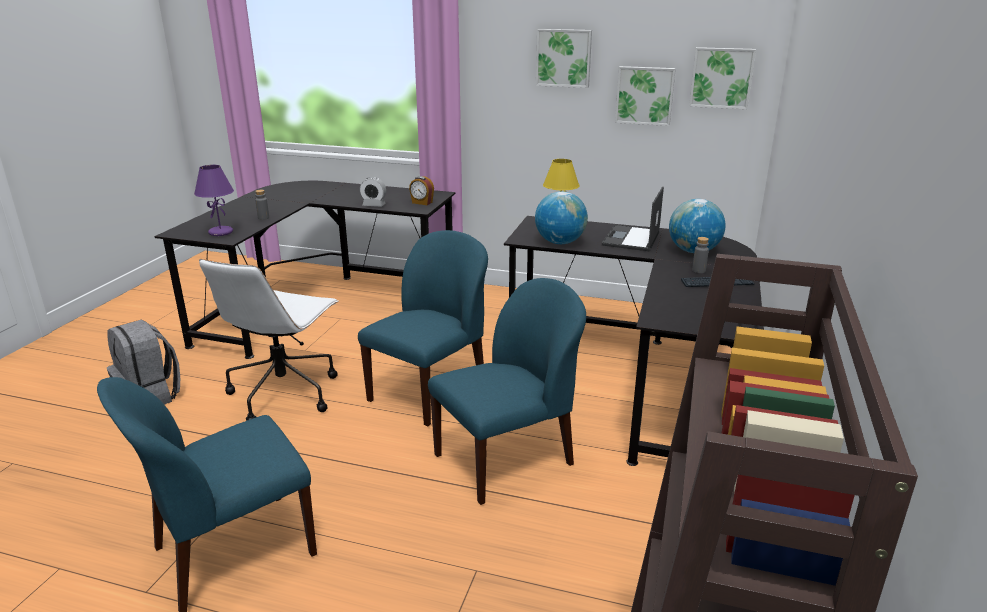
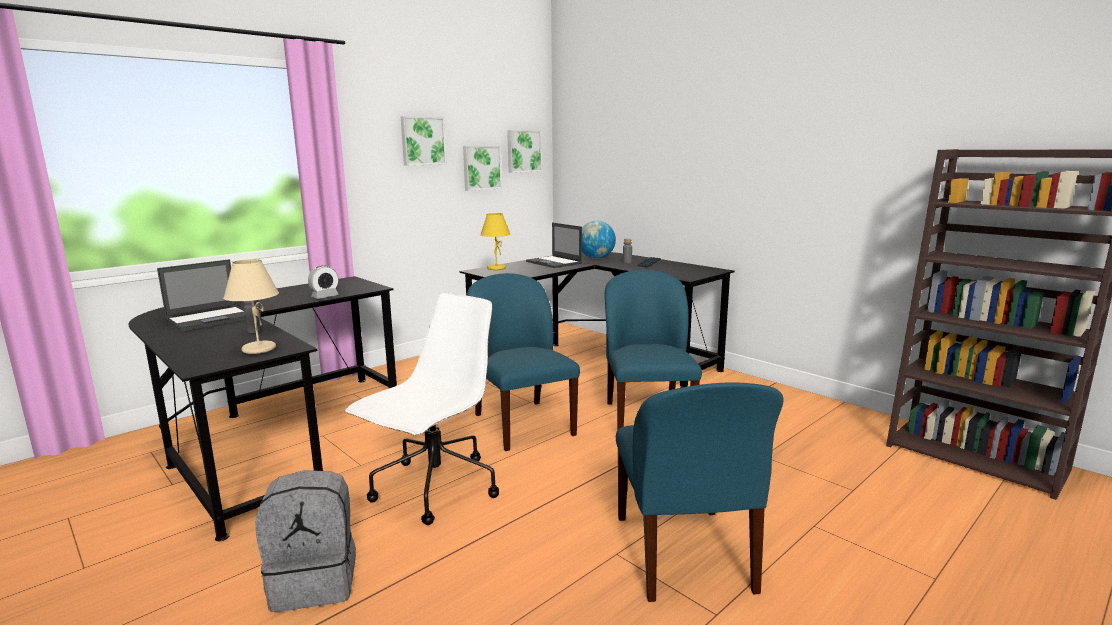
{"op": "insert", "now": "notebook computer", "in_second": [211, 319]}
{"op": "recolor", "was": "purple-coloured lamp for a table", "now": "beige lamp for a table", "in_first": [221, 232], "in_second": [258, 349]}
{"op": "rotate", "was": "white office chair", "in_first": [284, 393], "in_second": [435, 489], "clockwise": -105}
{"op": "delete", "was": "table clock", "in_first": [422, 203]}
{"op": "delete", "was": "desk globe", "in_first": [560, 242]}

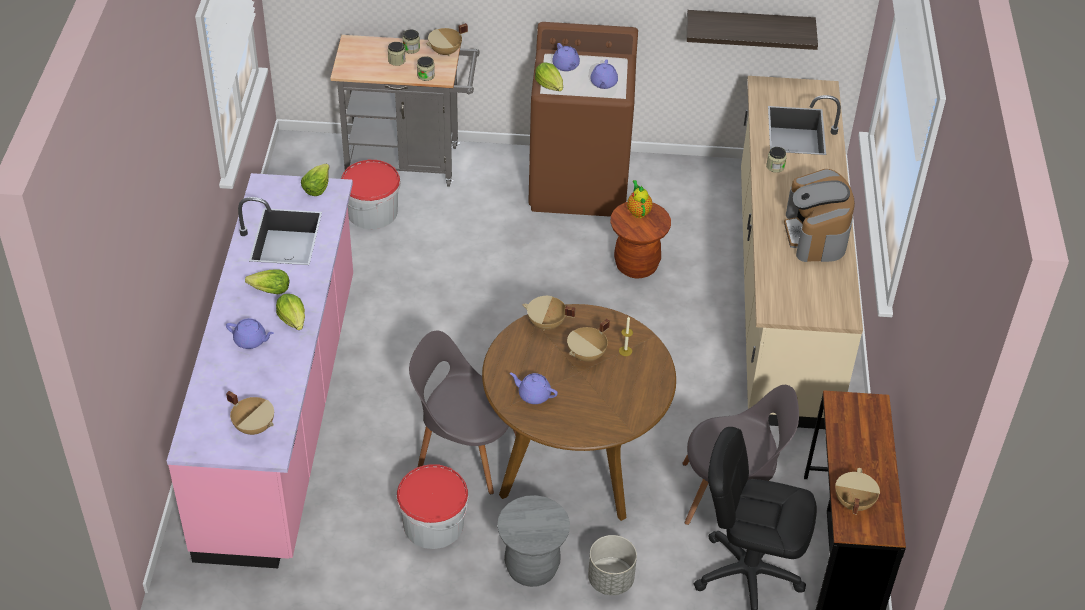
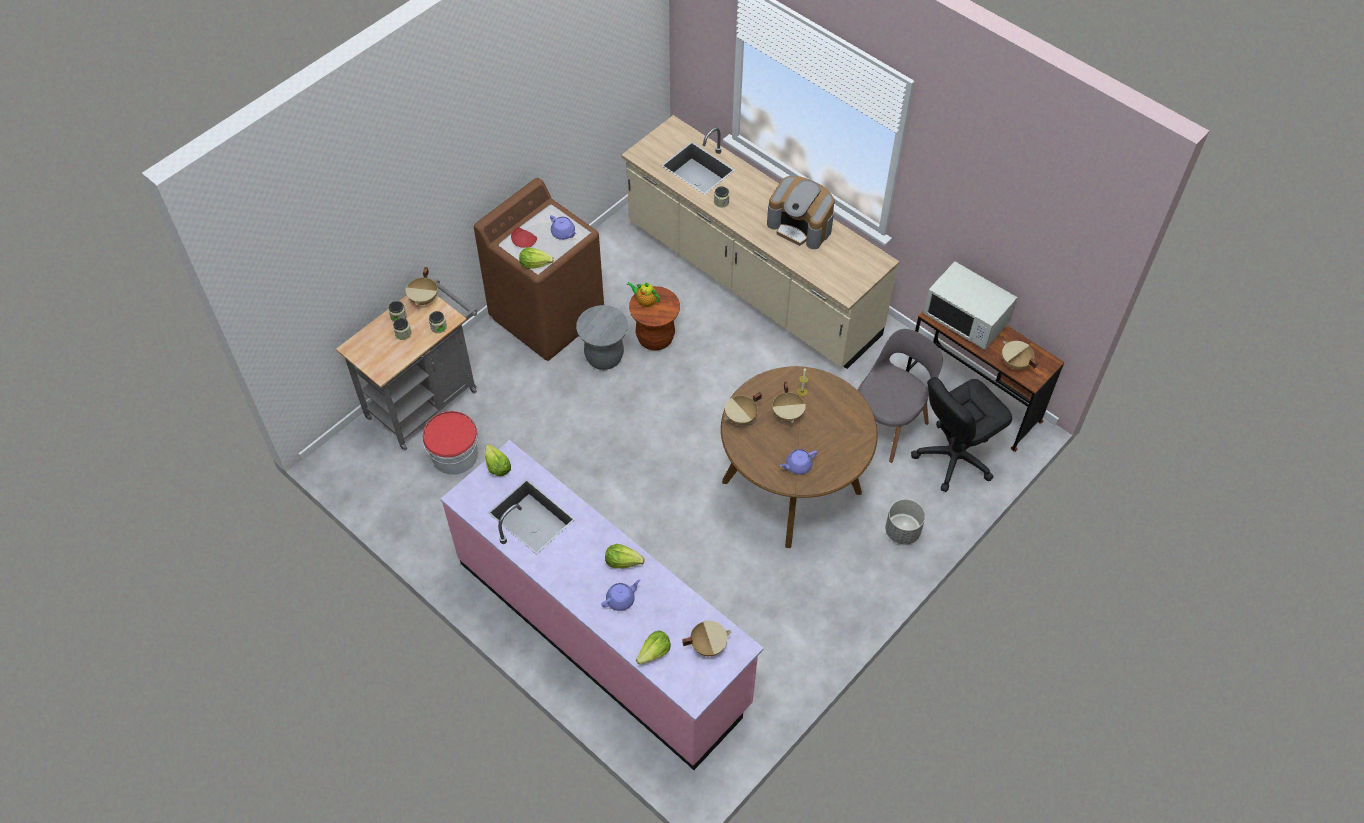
{"op": "replace", "was": "purple-coloured tea pot", "now": "reddish dinner plate", "in_first": [566, 66], "in_second": [524, 241]}
{"op": "move", "was": "gray stool", "in_first": [532, 568], "in_second": [604, 357]}
{"op": "move", "was": "lettuce", "in_first": [270, 290], "in_second": [654, 652]}
{"op": "insert", "now": "white kitchen microwave", "in_second": [966, 319]}
{"op": "delete", "was": "pail", "in_first": [433, 524]}
{"op": "delete", "was": "gray chair", "in_first": [465, 452]}
{"op": "delete", "was": "shelf", "in_first": [749, 28]}

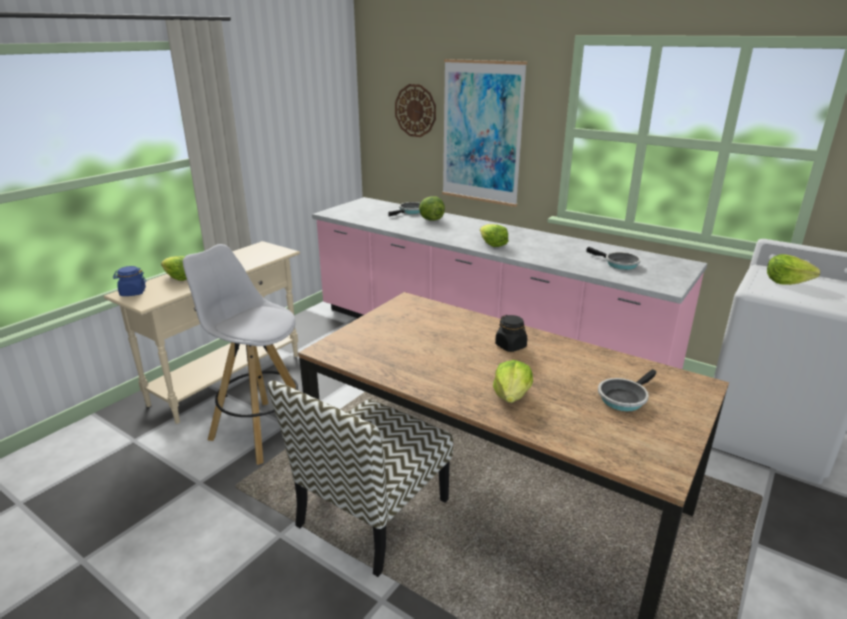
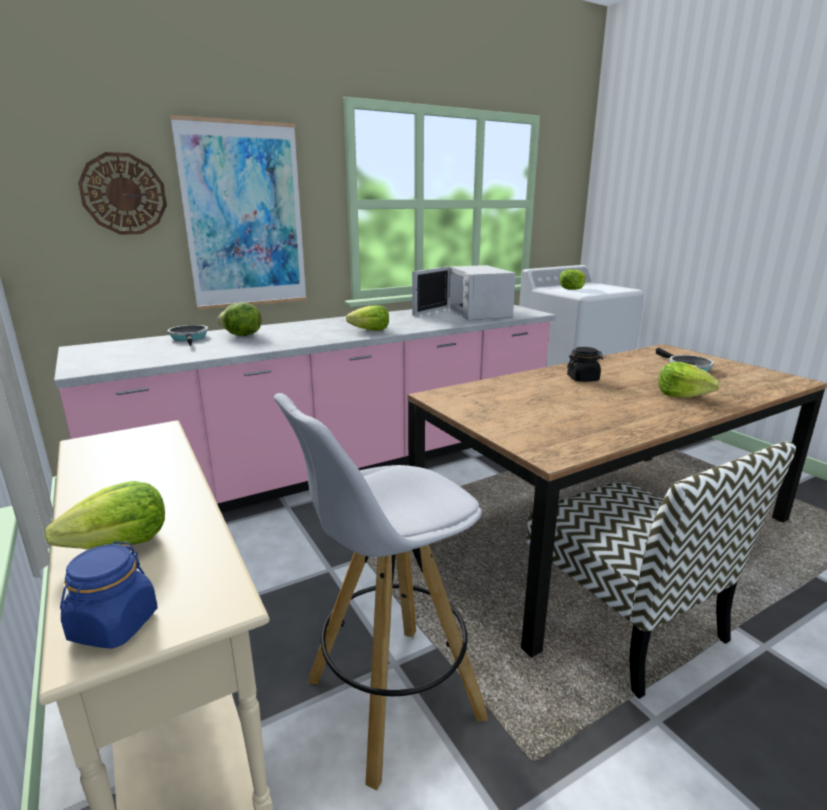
{"op": "replace", "was": "pan", "now": "white kitchen microwave", "in_first": [618, 264], "in_second": [473, 313]}

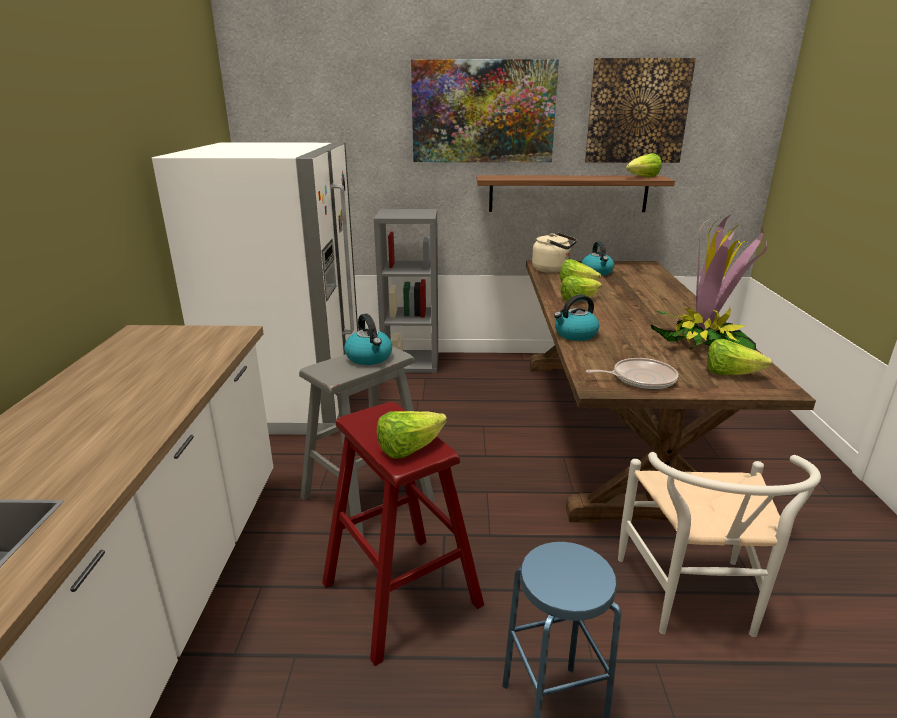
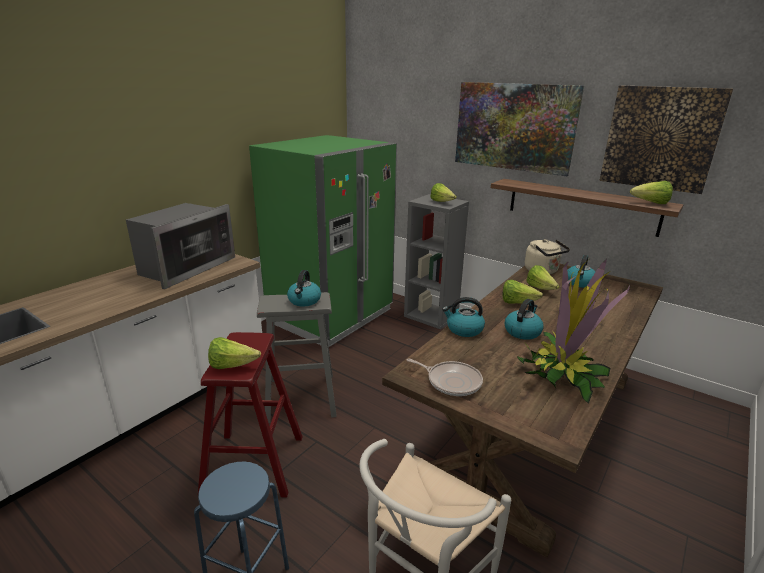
{"op": "insert", "now": "kitchen microwave", "in_second": [185, 267]}
{"op": "recolor", "was": "white kitchen fridge", "now": "green-coloured kitchen fridge", "in_first": [292, 399], "in_second": [331, 316]}
{"op": "move", "was": "lettuce", "in_first": [730, 374], "in_second": [442, 202]}
{"op": "insert", "now": "tea kettle", "in_second": [522, 331]}

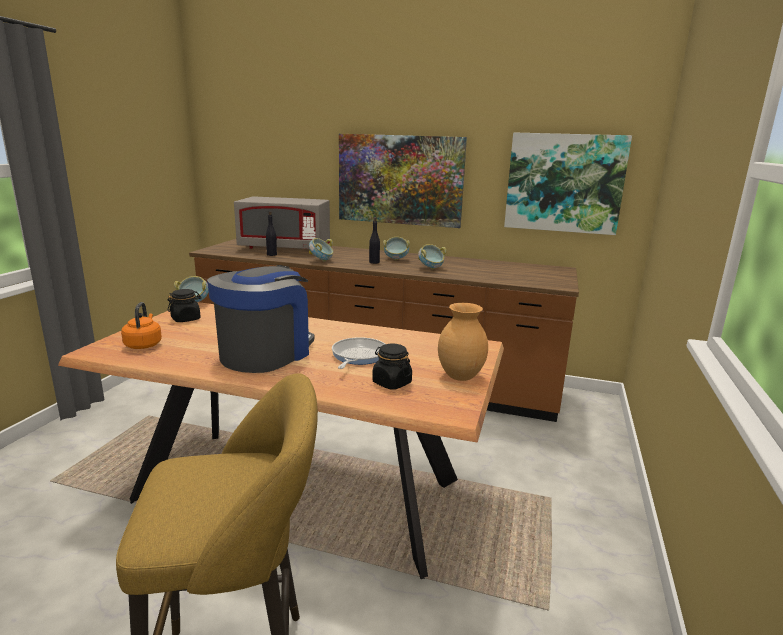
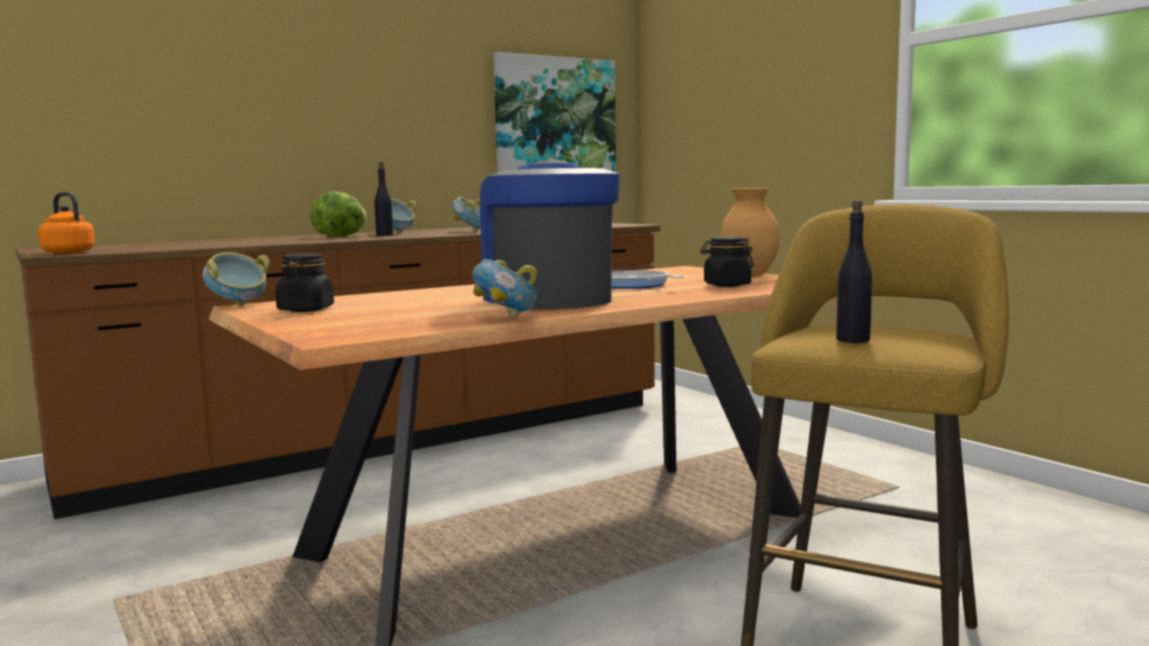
{"op": "move", "was": "orange tea kettle", "in_first": [144, 344], "in_second": [66, 252]}
{"op": "insert", "now": "lettuce", "in_second": [341, 236]}
{"op": "move", "was": "deep dish", "in_first": [321, 261], "in_second": [506, 318]}
{"op": "move", "was": "blackish drink bottle", "in_first": [272, 254], "in_second": [852, 340]}
{"op": "delete", "was": "gray kitchen microwave", "in_first": [285, 248]}
{"op": "delete", "was": "picture", "in_first": [400, 180]}

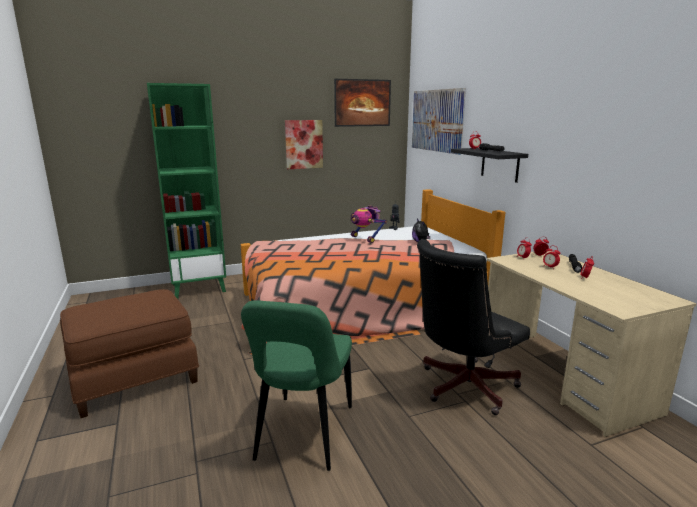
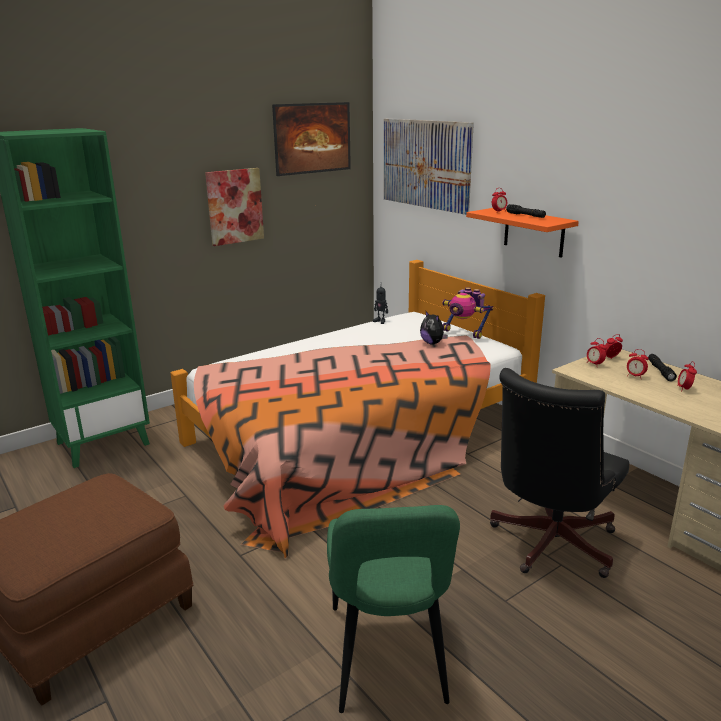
{"op": "move", "was": "robot figure", "in_first": [366, 238], "in_second": [464, 332]}
{"op": "recolor", "was": "blackish shelf", "now": "orange shelf", "in_first": [500, 164], "in_second": [534, 232]}

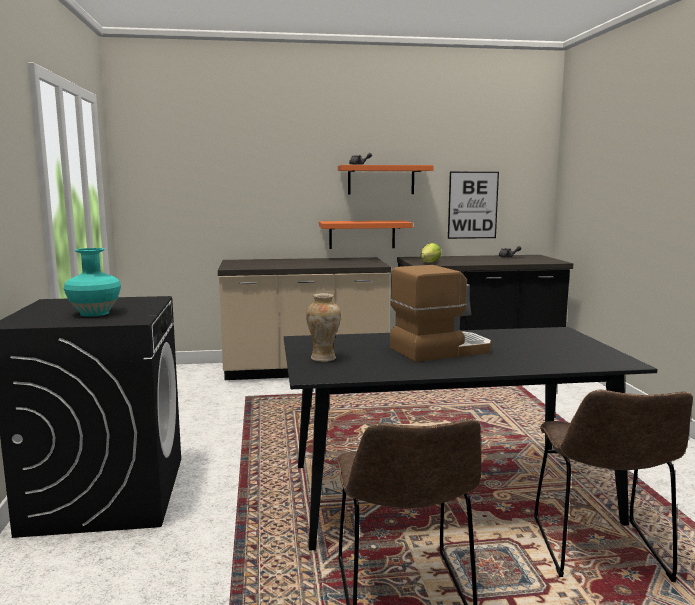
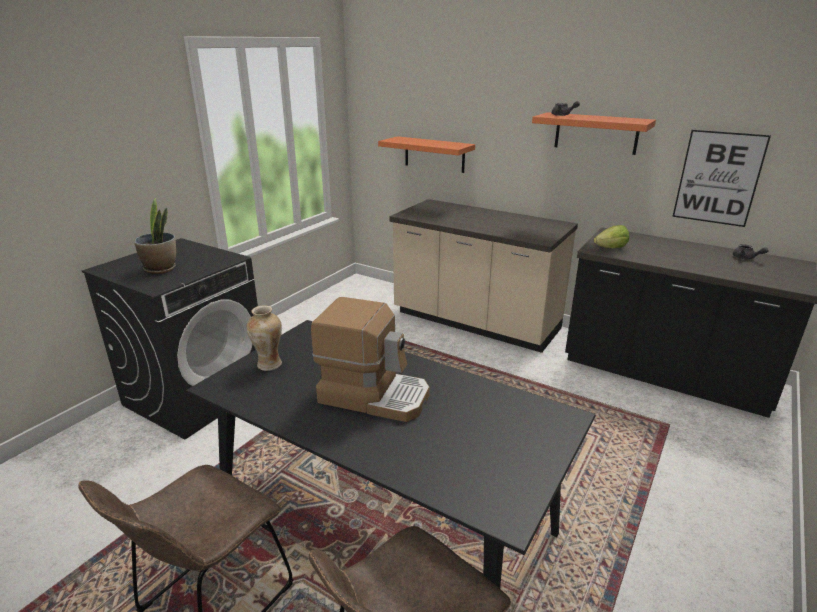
{"op": "replace", "was": "turquoise-coloured decorative vase", "now": "houseplant", "in_first": [94, 313], "in_second": [161, 269]}
{"op": "move", "was": "orange shelf", "in_first": [362, 234], "in_second": [434, 154]}

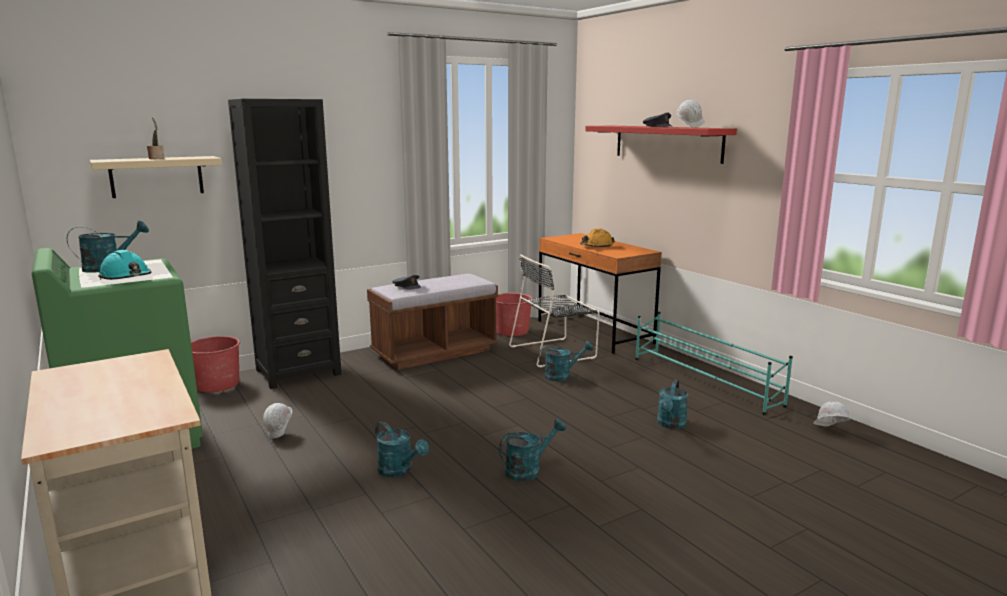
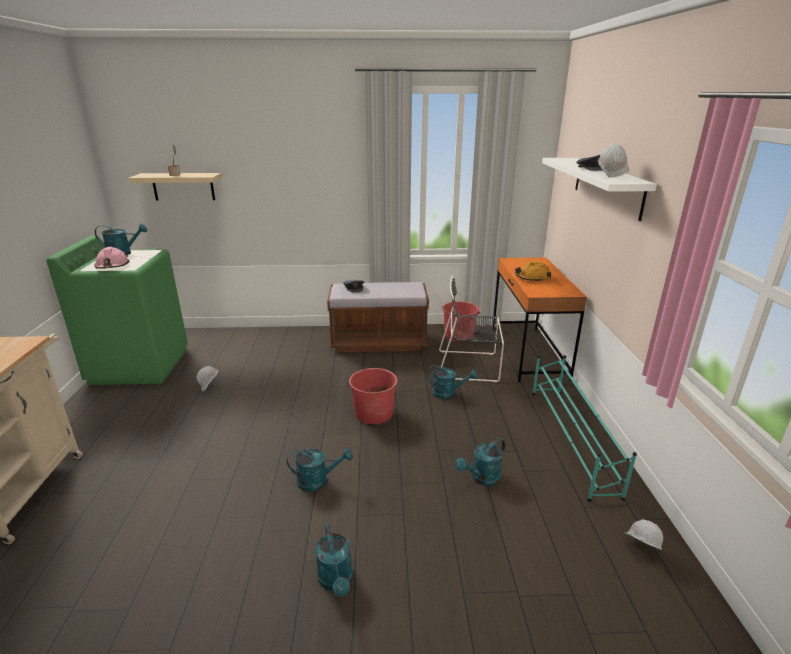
{"op": "recolor", "was": "turquoise-coloured work helmet", "now": "pinkish work helmet", "in_first": [126, 278], "in_second": [112, 266]}
{"op": "move", "was": "turquoise-coloured sprinkling can", "in_first": [399, 471], "in_second": [336, 581]}
{"op": "move", "was": "reddish pail", "in_first": [216, 384], "in_second": [373, 413]}
{"op": "recolor", "was": "reddish shelf", "now": "white shelf", "in_first": [667, 143], "in_second": [607, 186]}
{"op": "delete", "was": "blackish bookcase", "in_first": [298, 372]}

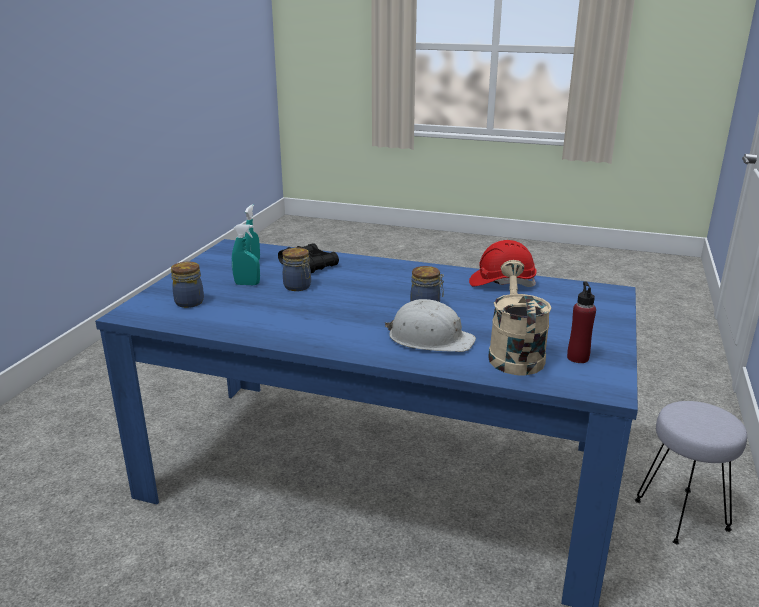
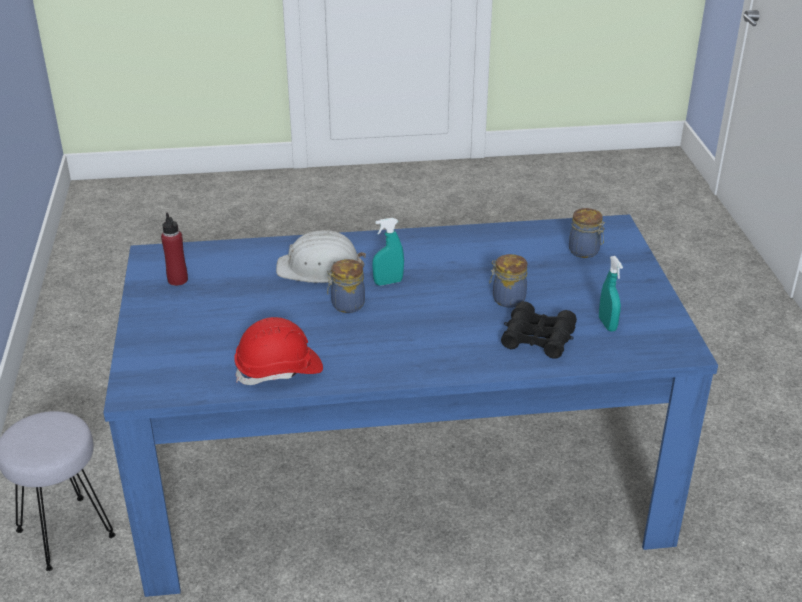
{"op": "move", "was": "turquoise-coloured hand sprayer", "in_first": [247, 284], "in_second": [388, 282]}
{"op": "delete", "was": "beige sprinkling can", "in_first": [514, 354]}

